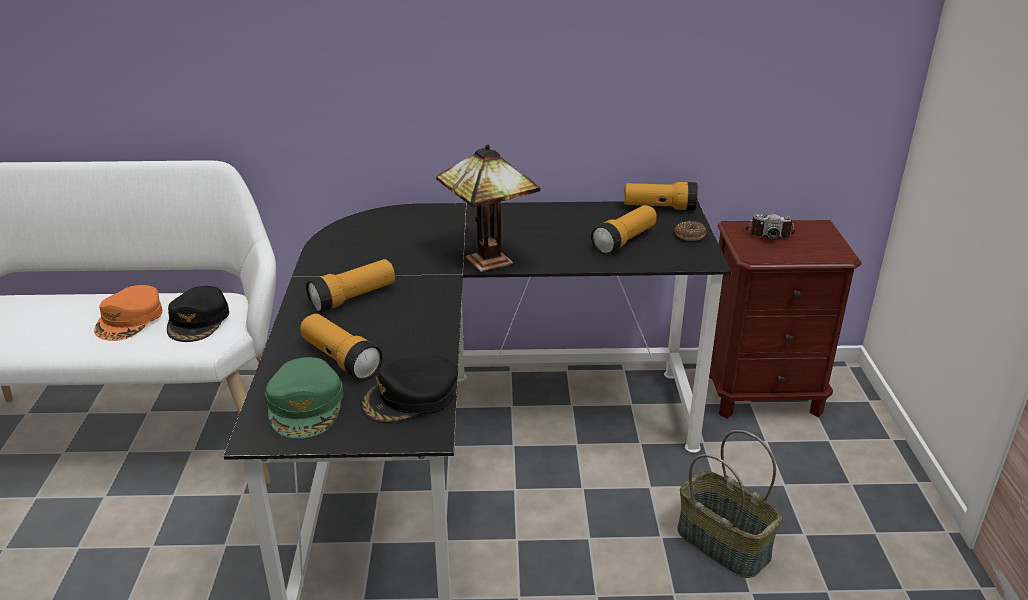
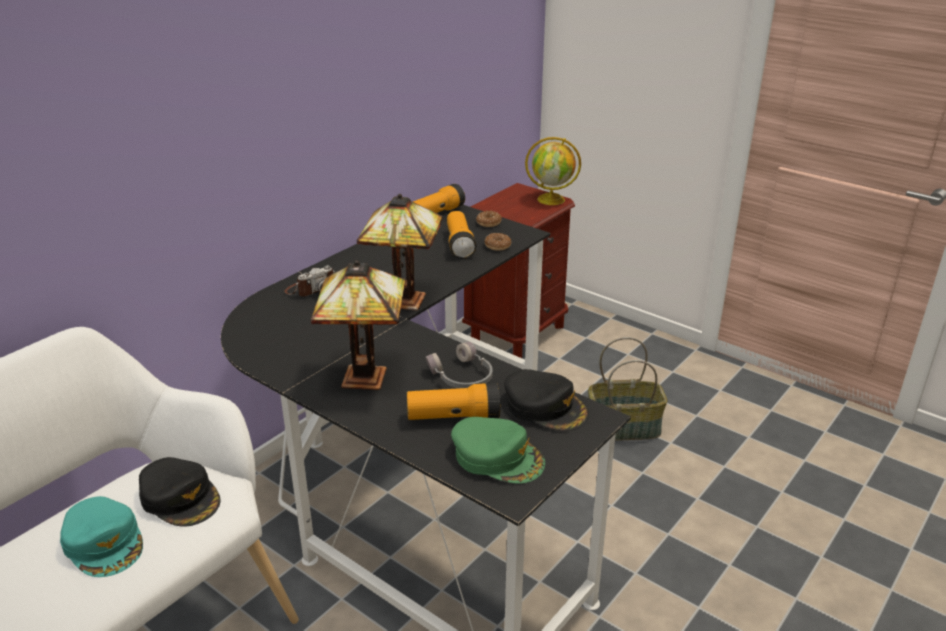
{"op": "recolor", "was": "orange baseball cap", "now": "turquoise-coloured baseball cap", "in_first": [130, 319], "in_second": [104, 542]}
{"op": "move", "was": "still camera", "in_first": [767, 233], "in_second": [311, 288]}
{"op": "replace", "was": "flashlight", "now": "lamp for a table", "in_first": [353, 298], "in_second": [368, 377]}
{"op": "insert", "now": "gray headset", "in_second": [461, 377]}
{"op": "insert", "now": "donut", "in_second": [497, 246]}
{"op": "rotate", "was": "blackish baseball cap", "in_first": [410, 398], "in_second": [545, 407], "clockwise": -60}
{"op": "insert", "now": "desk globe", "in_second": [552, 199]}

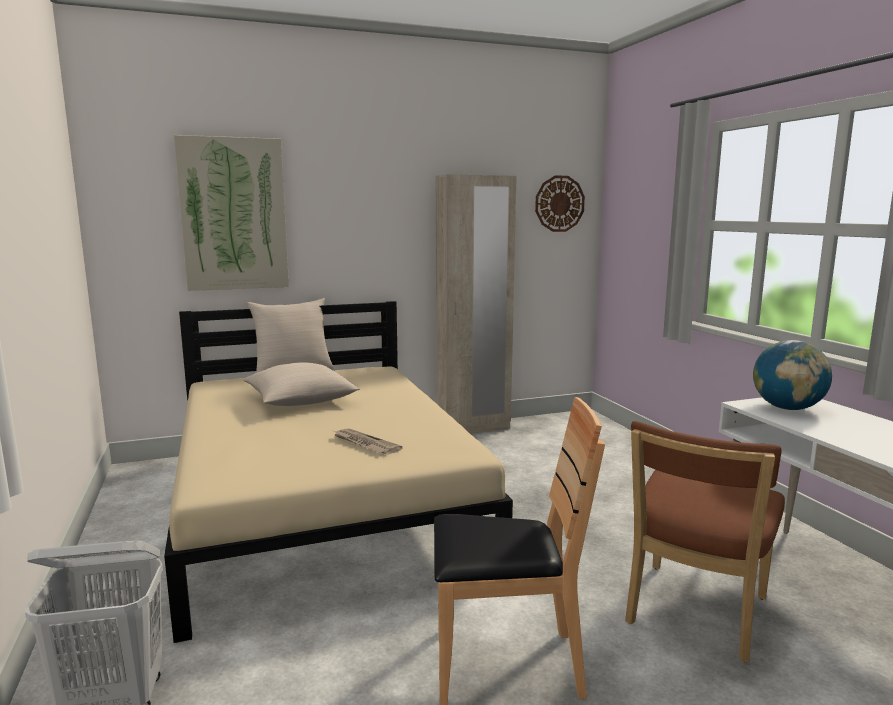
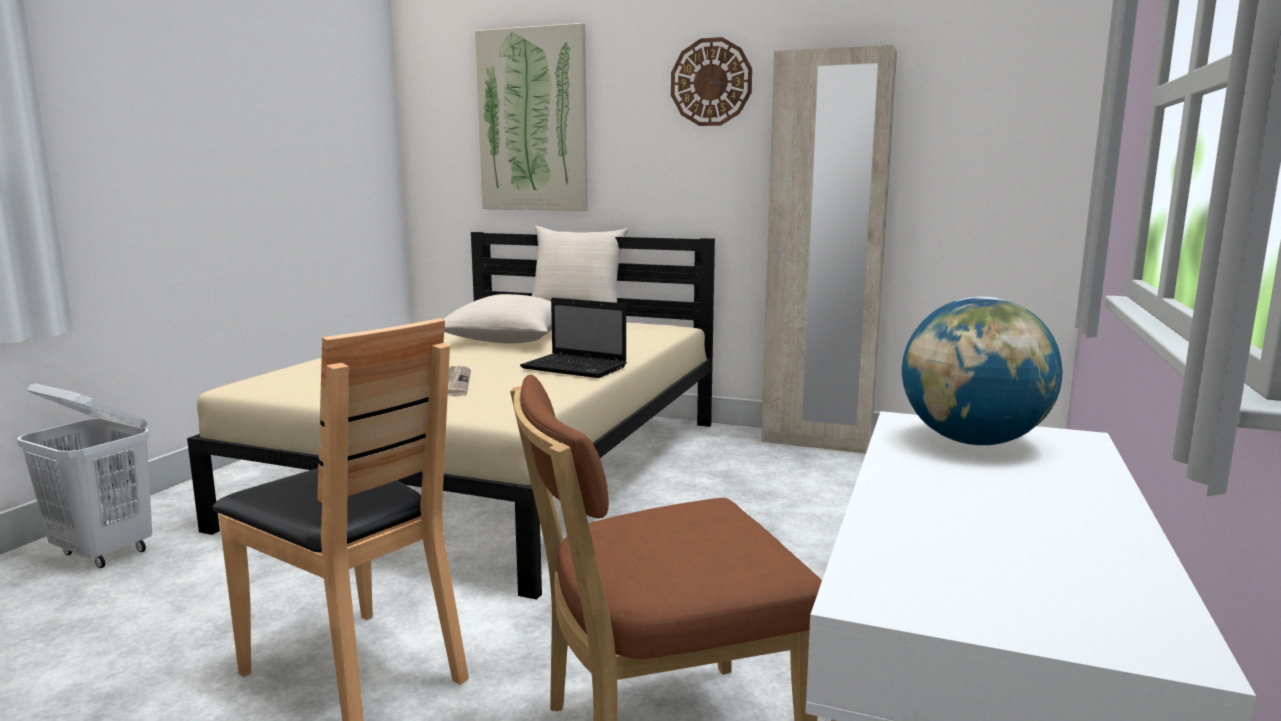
{"op": "insert", "now": "notebook computer", "in_second": [576, 368]}
{"op": "move", "was": "clock on the wall", "in_first": [559, 203], "in_second": [711, 82]}

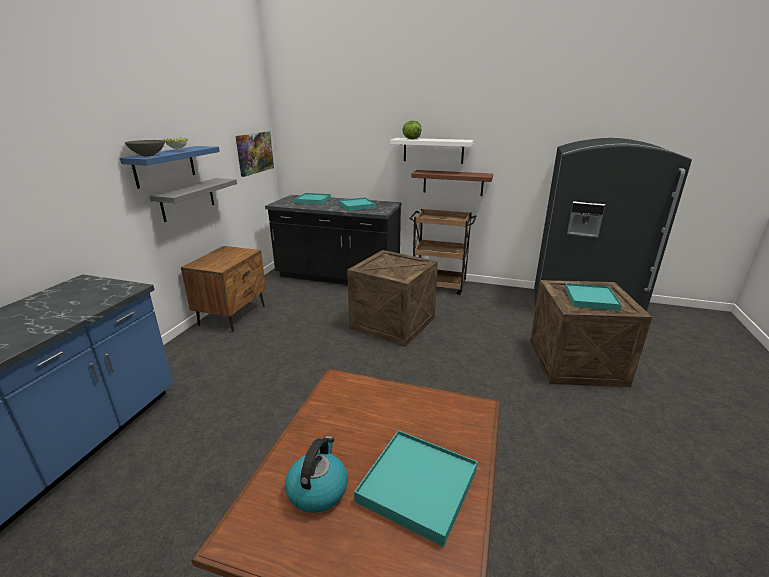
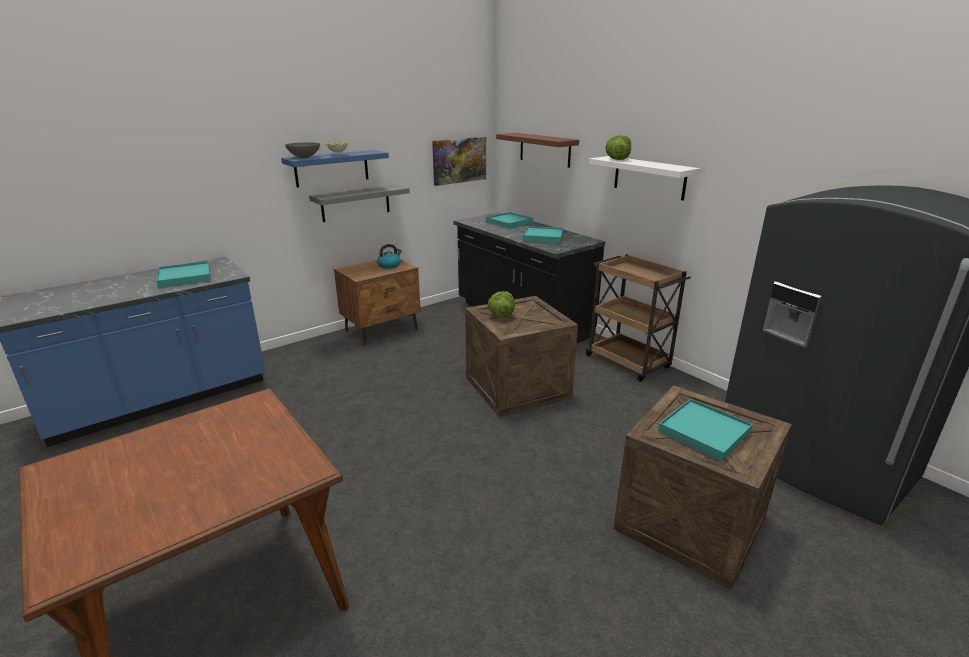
{"op": "move", "was": "turquoise-coloured tray", "in_first": [417, 486], "in_second": [184, 277]}
{"op": "move", "was": "tea kettle", "in_first": [318, 489], "in_second": [389, 265]}
{"op": "insert", "now": "lettuce", "in_second": [501, 315]}
{"op": "move", "was": "brown-coloured shelf", "in_first": [453, 183], "in_second": [544, 149]}

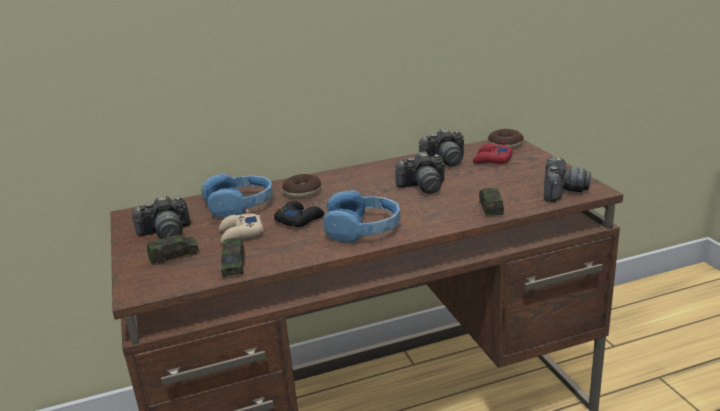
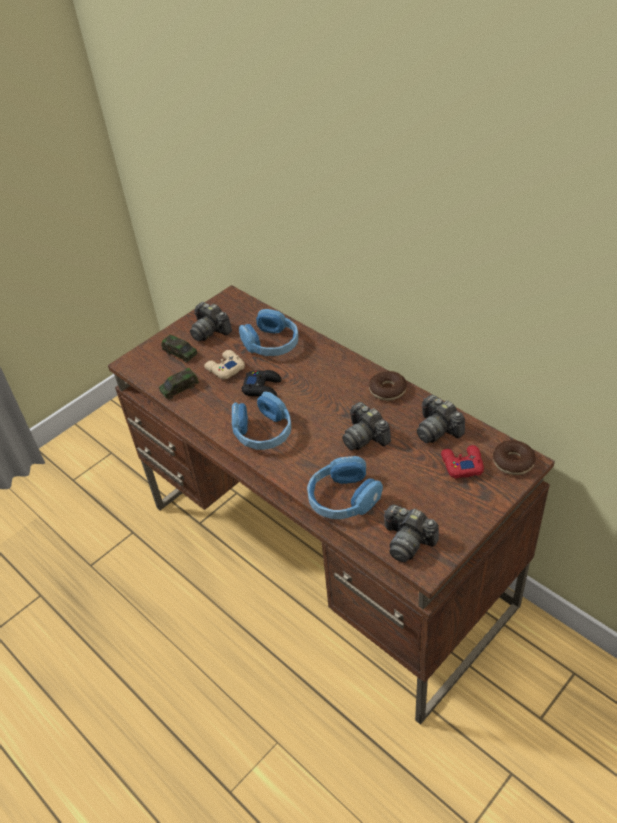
{"op": "replace", "was": "toy car", "now": "blue headset", "in_first": [491, 208], "in_second": [343, 498]}
{"op": "move", "was": "donut", "in_first": [302, 192], "in_second": [387, 390]}
{"op": "rotate", "was": "still camera", "in_first": [561, 191], "in_second": [407, 541], "clockwise": 45}

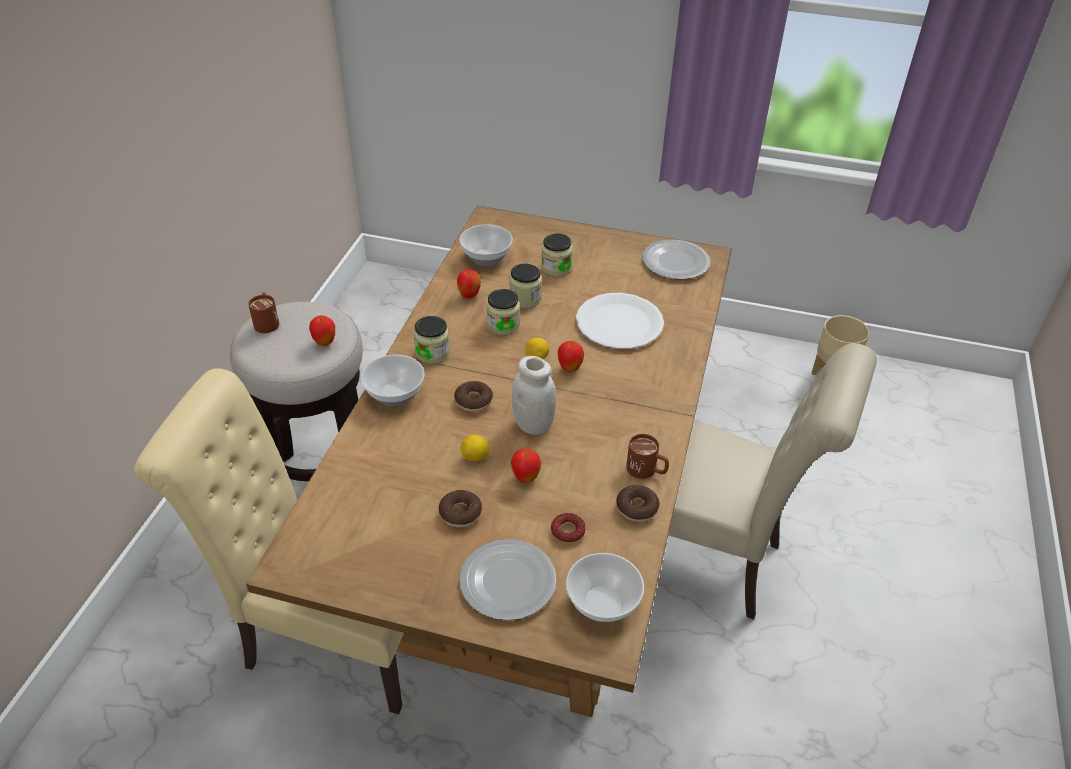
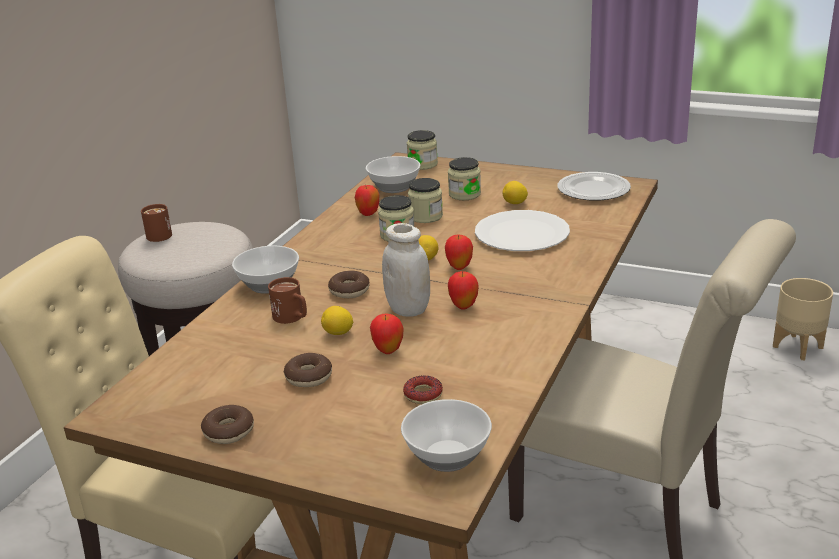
{"op": "move", "was": "donut", "in_first": [637, 508], "in_second": [228, 431]}
{"op": "move", "was": "brown-coloured tea mug", "in_first": [646, 471], "in_second": [292, 318]}
{"op": "move", "was": "jar", "in_first": [432, 353], "in_second": [422, 164]}
{"op": "move", "was": "whole apple", "in_first": [325, 342], "in_second": [463, 306]}
{"op": "insert", "now": "lemon", "in_second": [515, 203]}
{"op": "delete", "was": "dinner plate", "in_first": [506, 582]}

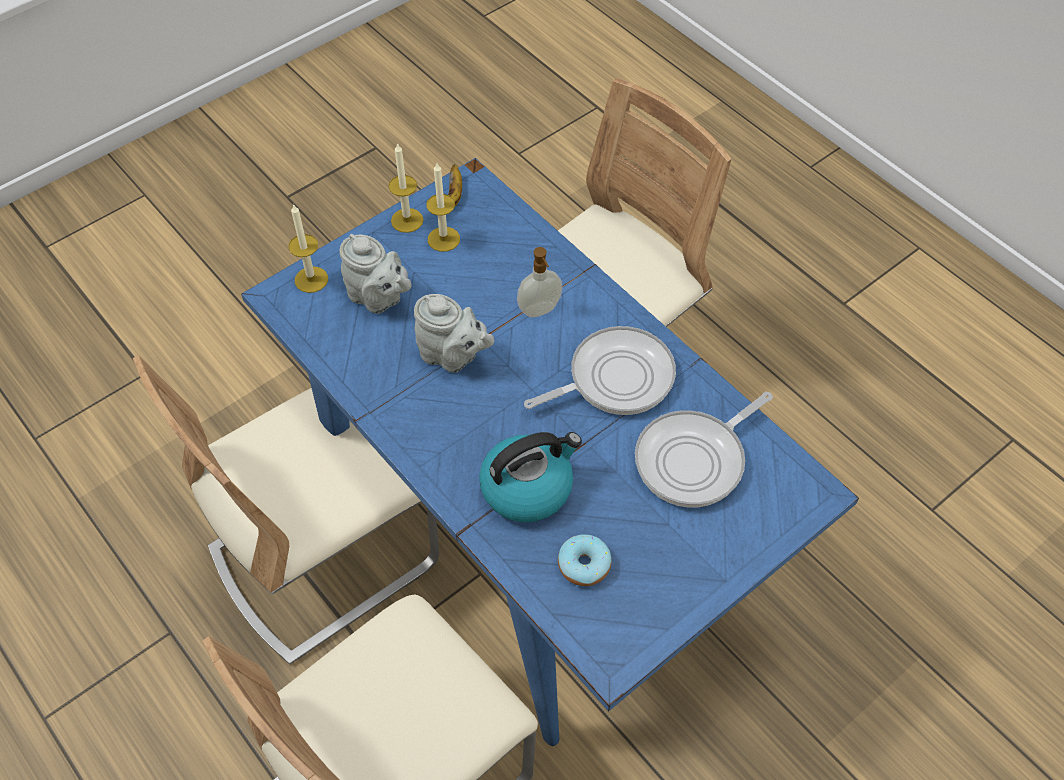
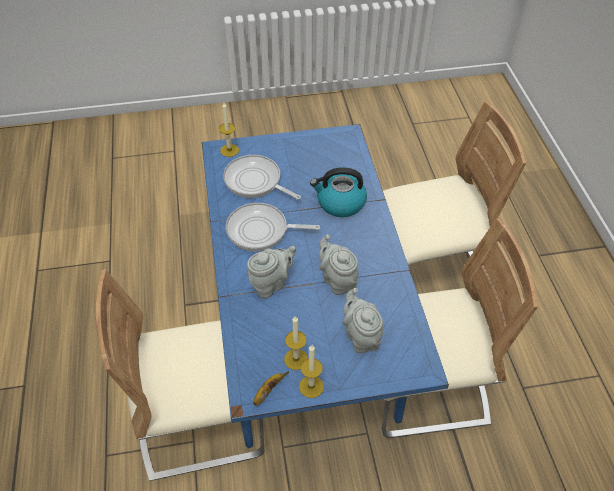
{"op": "move", "was": "wax candle", "in_first": [311, 279], "in_second": [229, 150]}
{"op": "rotate", "was": "pan", "in_first": [695, 459], "in_second": [255, 182], "clockwise": -135}
{"op": "replace", "was": "soap bottle", "now": "gray tea pot", "in_first": [540, 310], "in_second": [271, 283]}
{"op": "delete", "was": "donut", "in_first": [584, 565]}

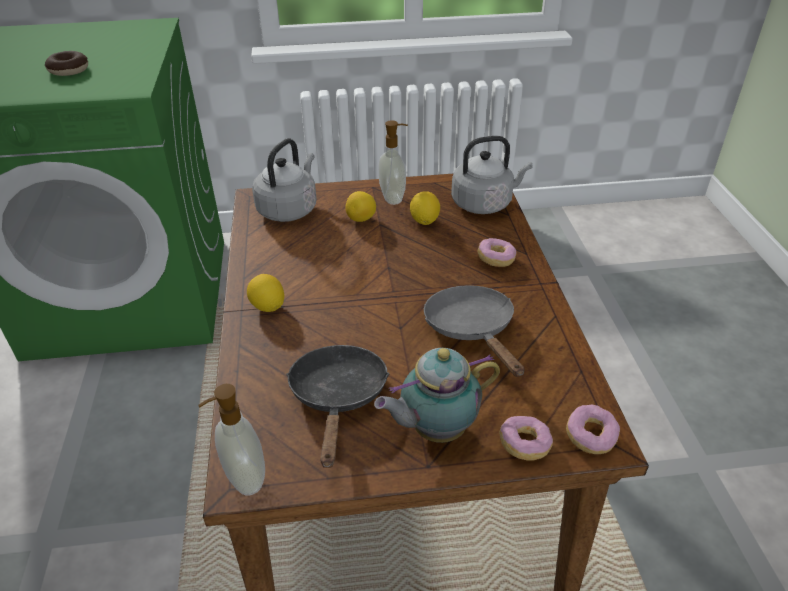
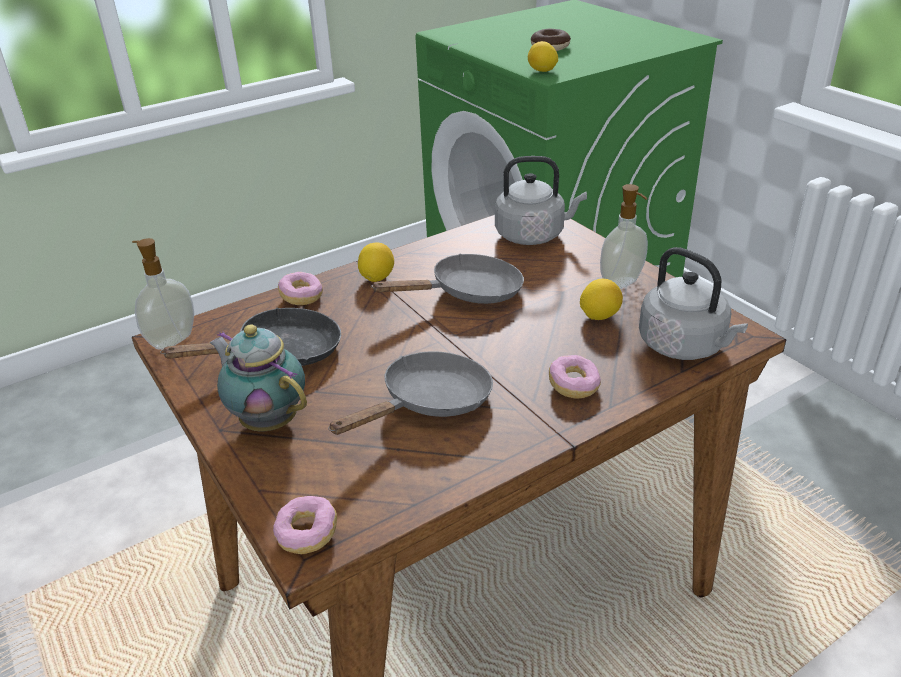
{"op": "move", "was": "donut", "in_first": [524, 445], "in_second": [301, 297]}
{"op": "insert", "now": "gray pan", "in_second": [468, 293]}
{"op": "move", "was": "lemon", "in_first": [361, 219], "in_second": [542, 71]}

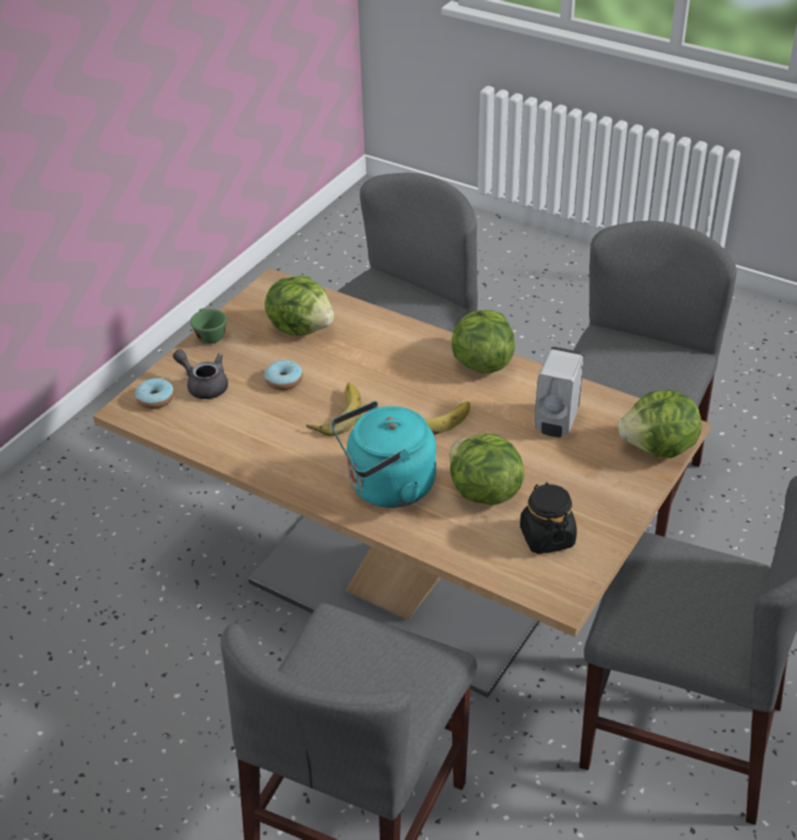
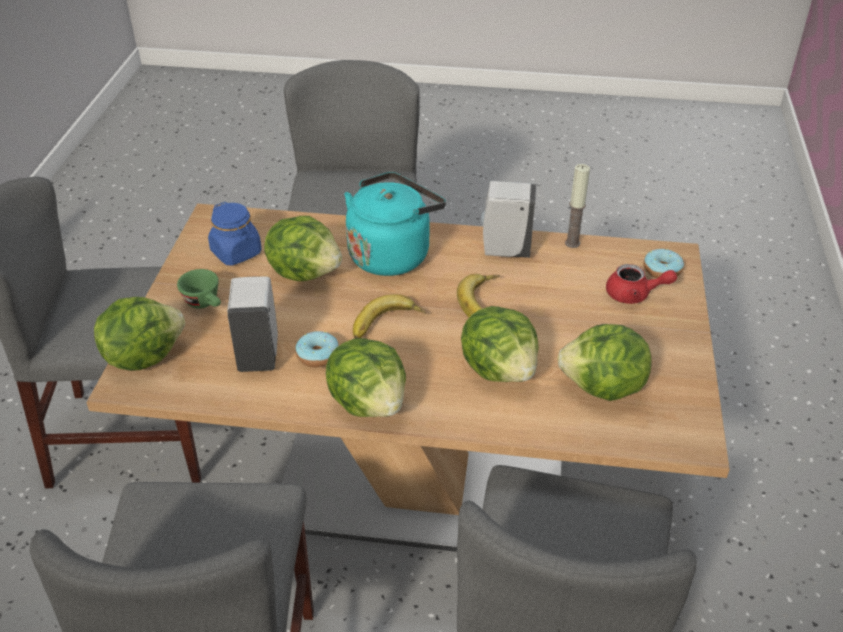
{"op": "move", "was": "green-coloured drinking cup", "in_first": [209, 334], "in_second": [205, 303]}
{"op": "recolor", "was": "blackish jar", "now": "blue jar", "in_first": [547, 537], "in_second": [236, 253]}
{"op": "move", "was": "donut", "in_first": [284, 381], "in_second": [318, 355]}
{"op": "insert", "now": "lettuce", "in_second": [500, 369]}
{"op": "insert", "now": "white soap bottle", "in_second": [504, 250]}
{"op": "insert", "now": "wax candle", "in_second": [572, 243]}
{"op": "recolor", "was": "gray tea pot", "now": "reddish tea pot", "in_first": [204, 385], "in_second": [634, 295]}

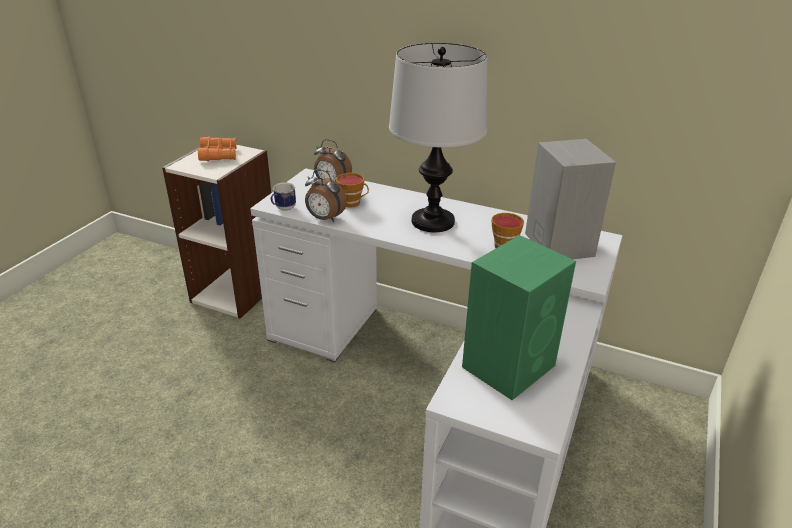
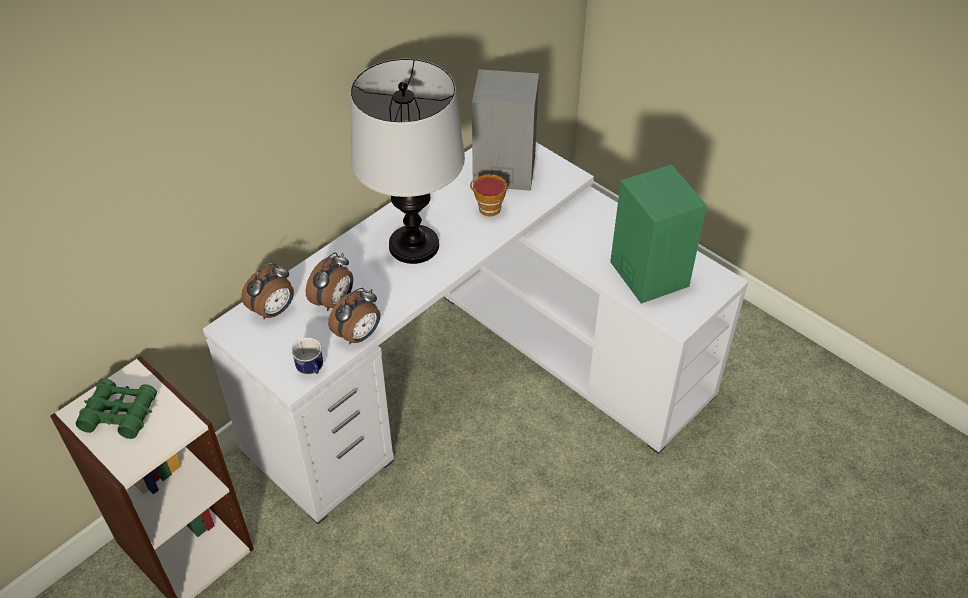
{"op": "recolor", "was": "orange binoculars", "now": "green-coloured binoculars", "in_first": [219, 155], "in_second": [120, 414]}
{"op": "replace", "was": "drinking cup", "now": "table clock", "in_first": [353, 203], "in_second": [334, 302]}

